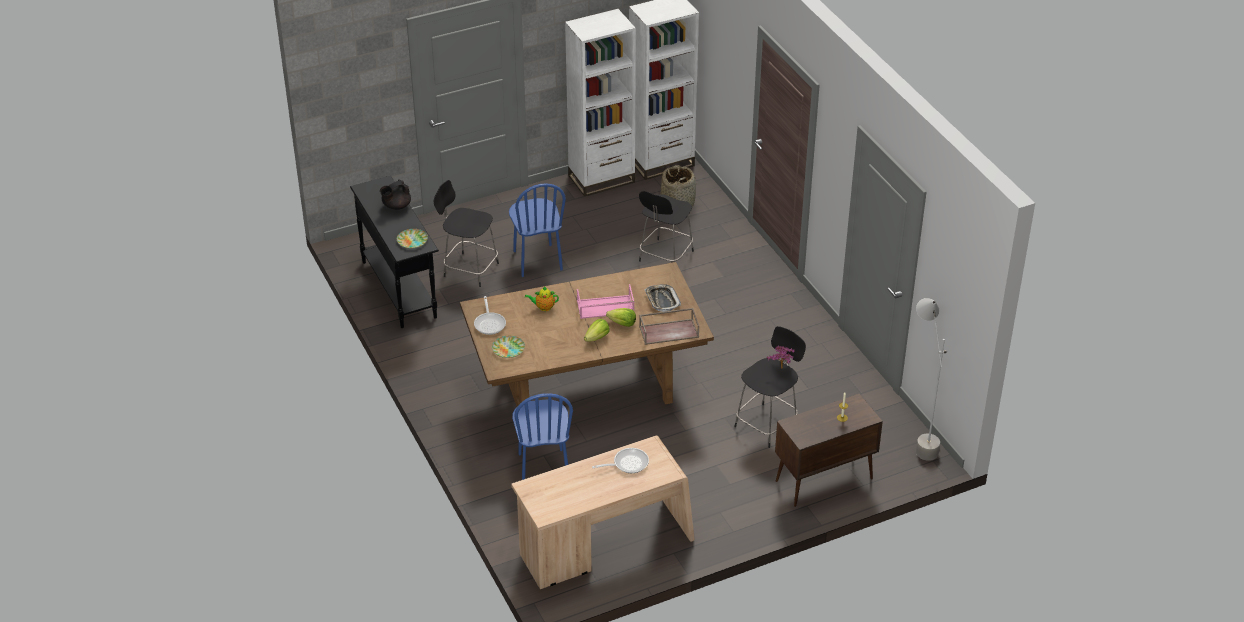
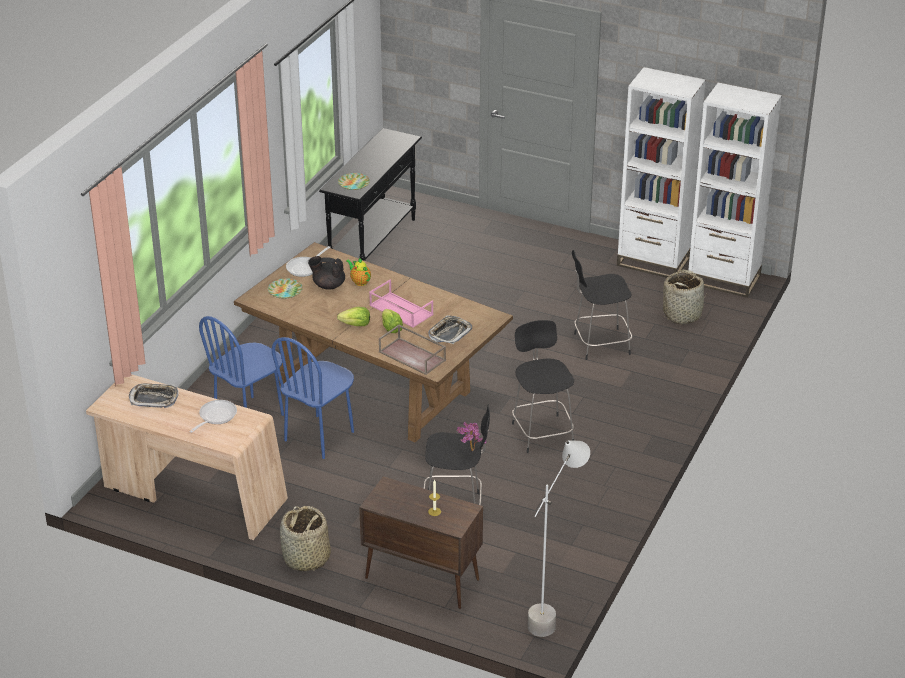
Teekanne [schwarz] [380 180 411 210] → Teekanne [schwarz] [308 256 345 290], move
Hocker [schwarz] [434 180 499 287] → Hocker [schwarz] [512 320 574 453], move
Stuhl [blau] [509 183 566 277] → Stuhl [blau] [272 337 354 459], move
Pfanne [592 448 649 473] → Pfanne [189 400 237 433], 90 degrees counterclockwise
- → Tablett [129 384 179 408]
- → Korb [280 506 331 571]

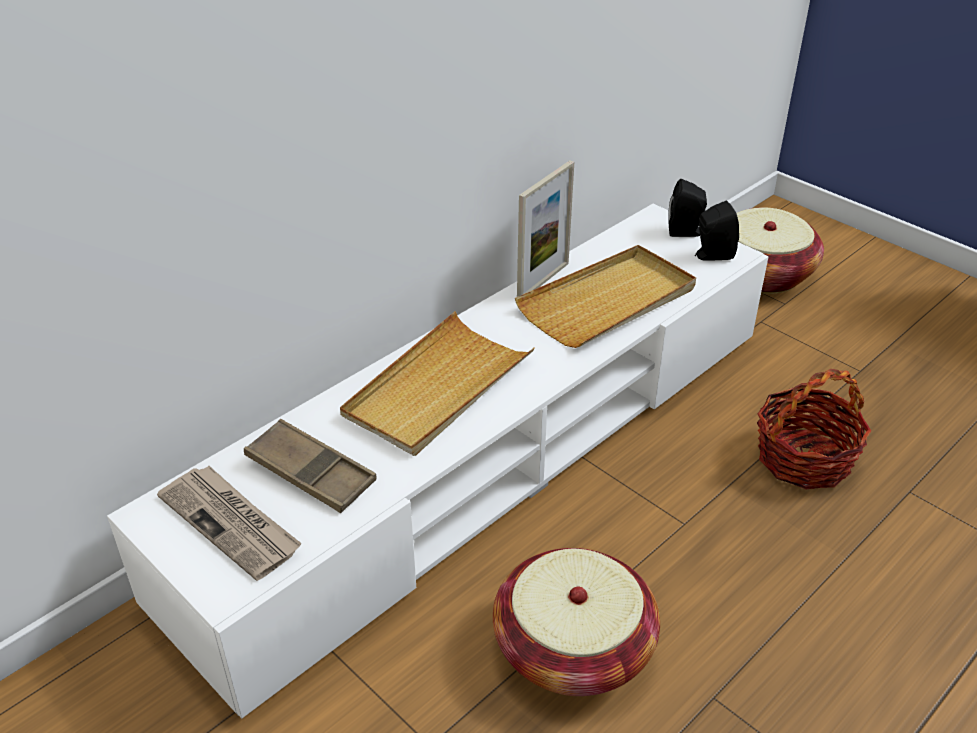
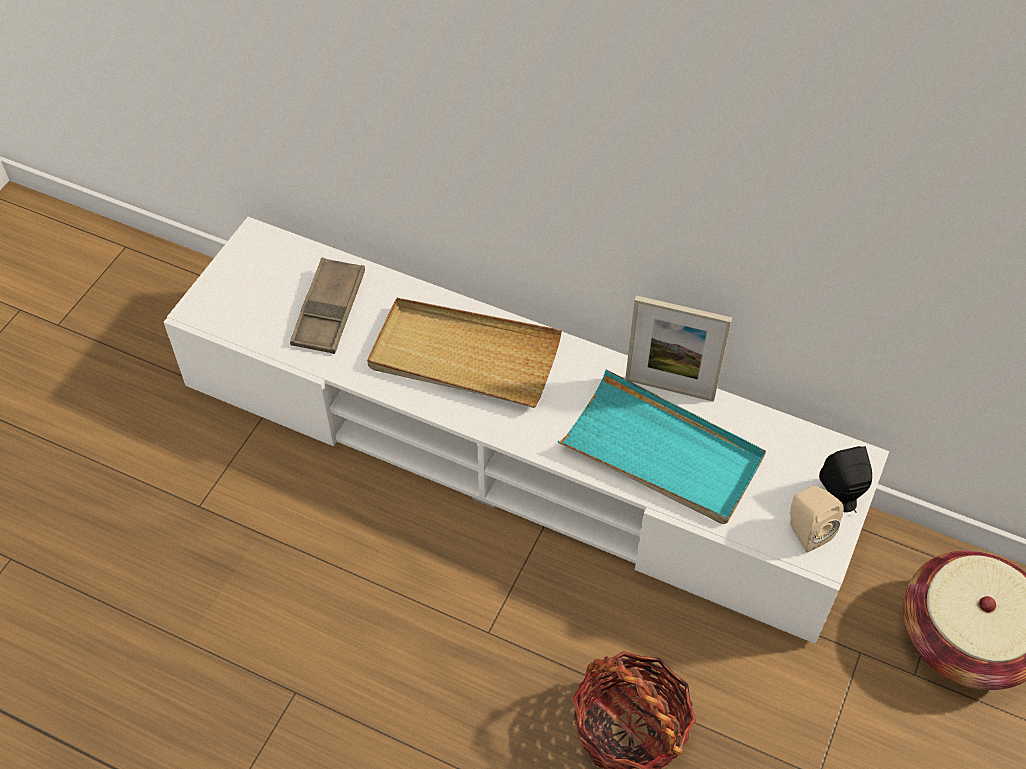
Lautsprecher [schwarz] [695 200 739 261] → Lautsprecher [beige] [789 486 844 553]
Tablett [beige] [515 245 696 348] → Tablett [türkis] [557 369 766 524]
Zeitung [157 466 302 581] → -
Korb [493 548 660 696] → -

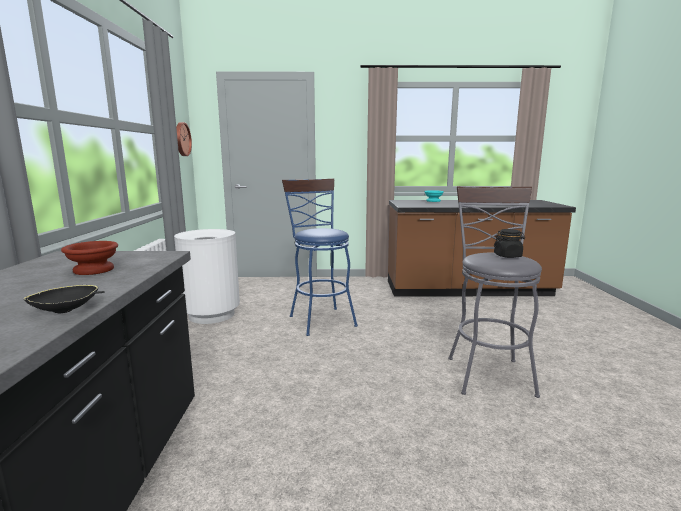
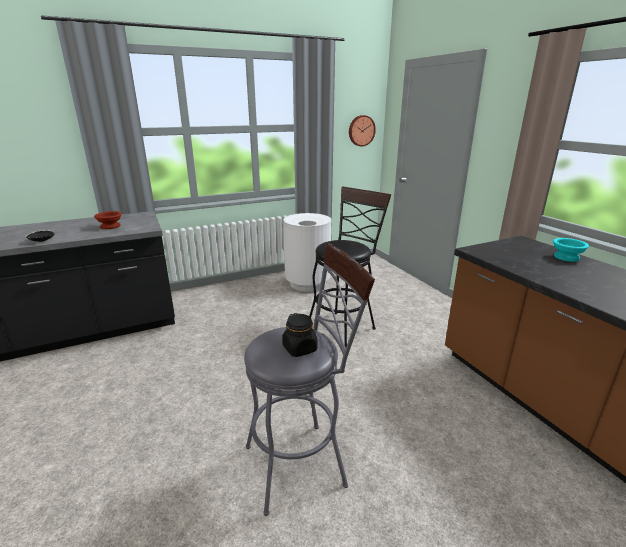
Hocker [blau] [282 178 358 336] → Hocker [schwarz] [309 187 391 347]

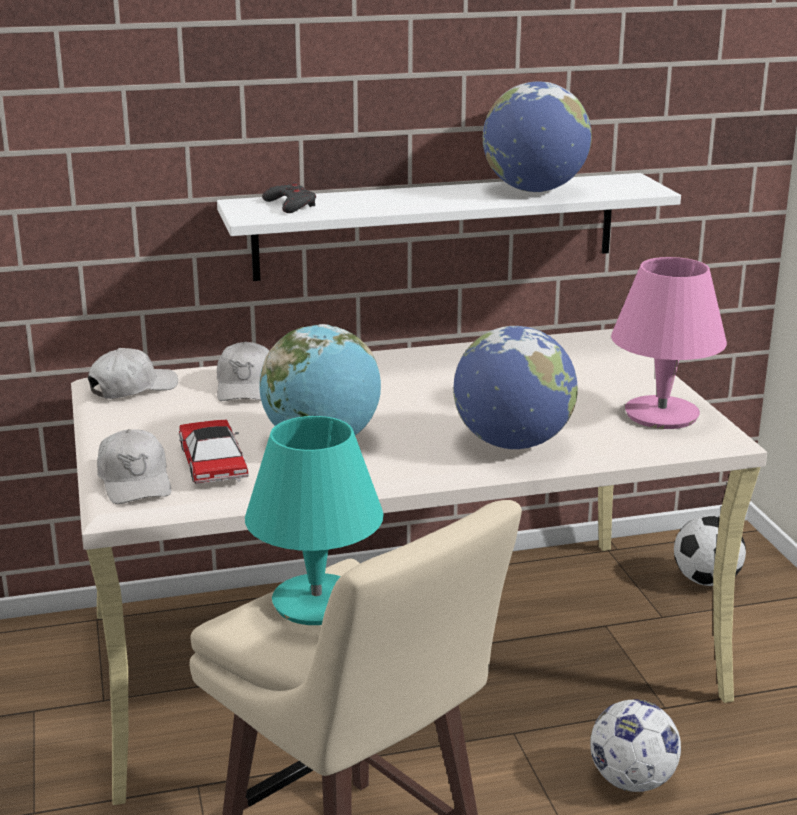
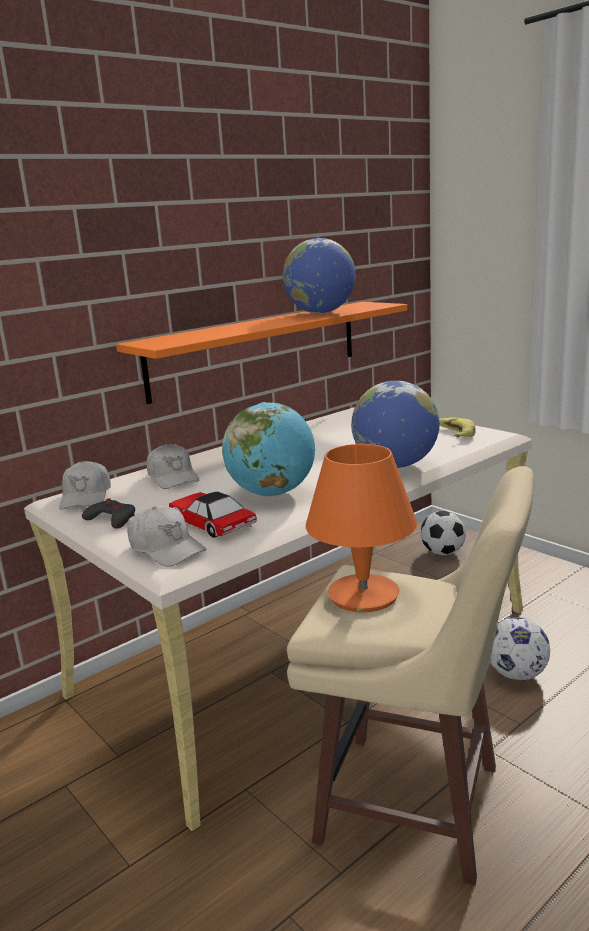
Wandregal [weiß] [217 173 681 281] → Wandregal [orange] [116 302 407 404]
Gamepad [grau] [262 182 316 213] → Gamepad [grau] [82 498 135 529], move
Tischlampe [rosa] [611 257 727 429] → Banane [440 418 476 437]
Kappe [weiß] [88 348 178 399] → Kappe [weiß] [59 461 111 510], 150 degrees clockwise
Tischlampe [türkis] [245 416 384 625] → Tischlampe [orange] [306 444 417 612]

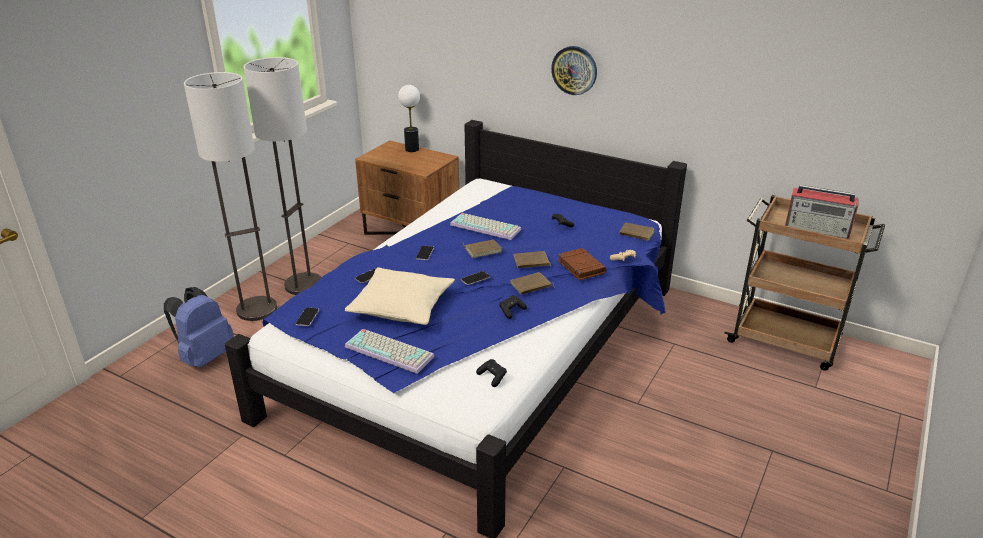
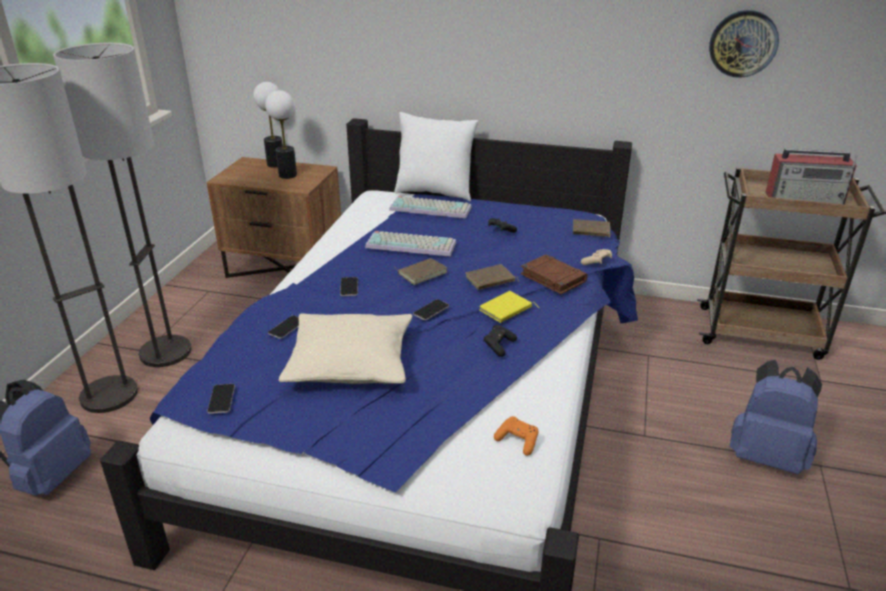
Wanduhr [551 46 597 95] → Wanduhr [709 10 779 78], move
Buch [braun] [510 272 555 295] → Buch [gelb] [479 291 539 323]
Tastatur [345 329 435 374] → Tastatur [389 196 472 219], move
Gamepad [schwarz] [476 359 507 387] → Gamepad [orange] [494 416 538 456]
- → Tischlampe [265 90 297 179]
- → Kissen [weiß] [394 112 479 201]
- → Rucksack [blau] [730 360 822 474]

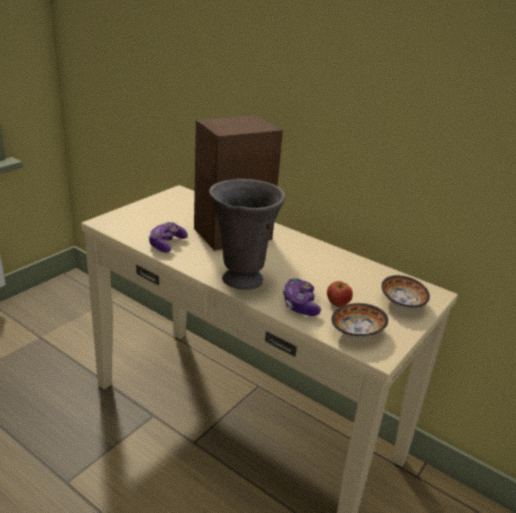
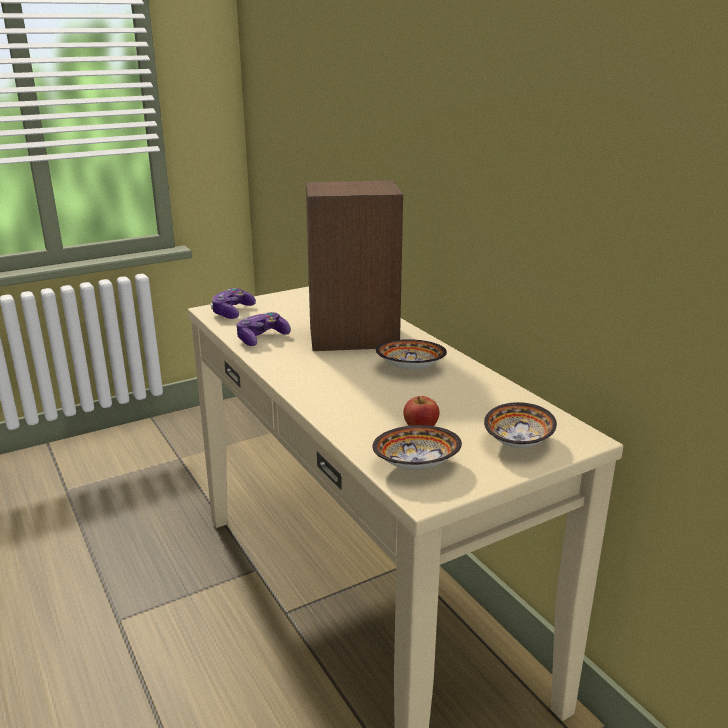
Vase [grau] [209 179 285 290] → -
Gamepad [283 278 321 316] → Gamepad [210 288 256 319], move
- → Schüssel [376 339 447 370]

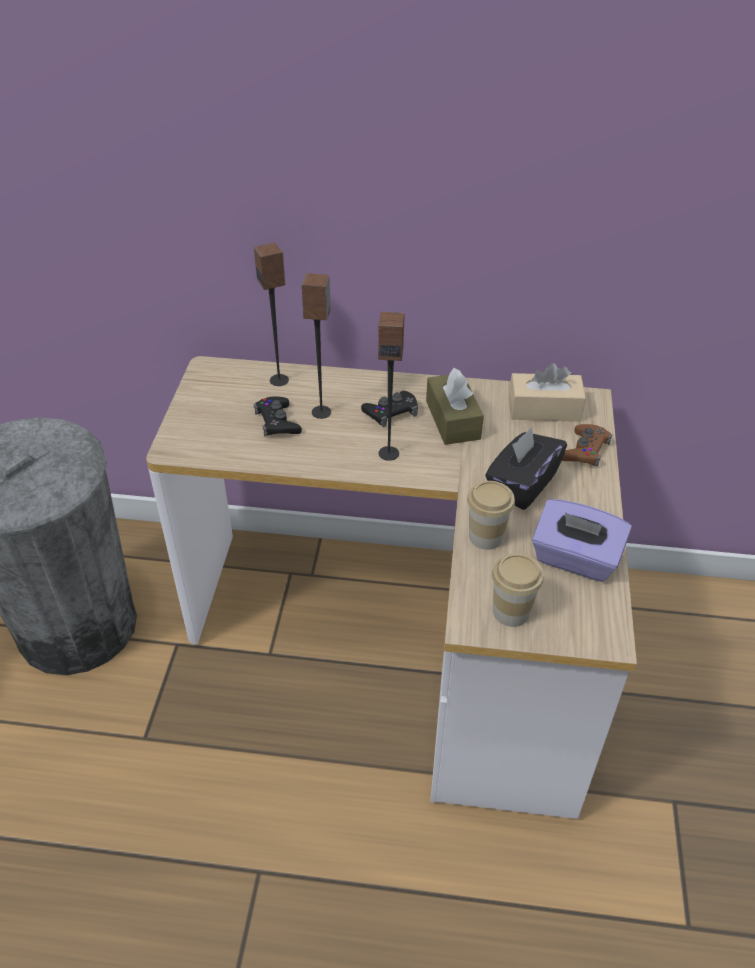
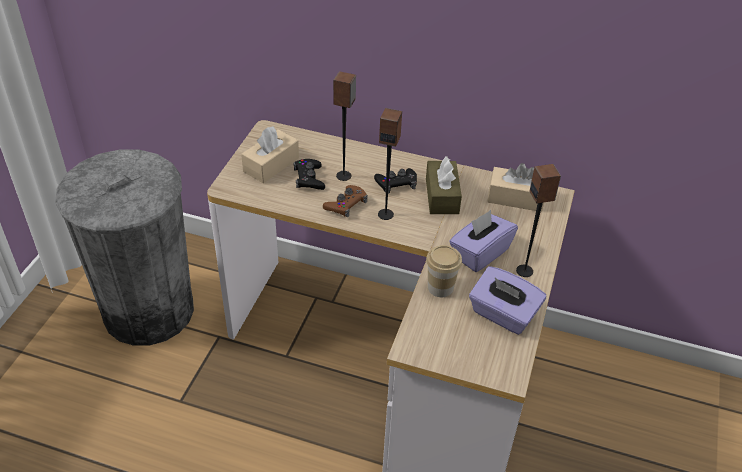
Lautsprecher [254 243 289 386] → Lautsprecher [516 164 561 277], move
Gamepad [braun] [562 424 612 467] → Gamepad [braun] [323 185 368 217], move
Taschentuchbox [schwarz] [485 427 567 510] → Taschentuchbox [lila] [449 210 518 272]
Tasse [492 553 544 627] → -
- → Taschentuchbox [beige] [241 126 299 183]

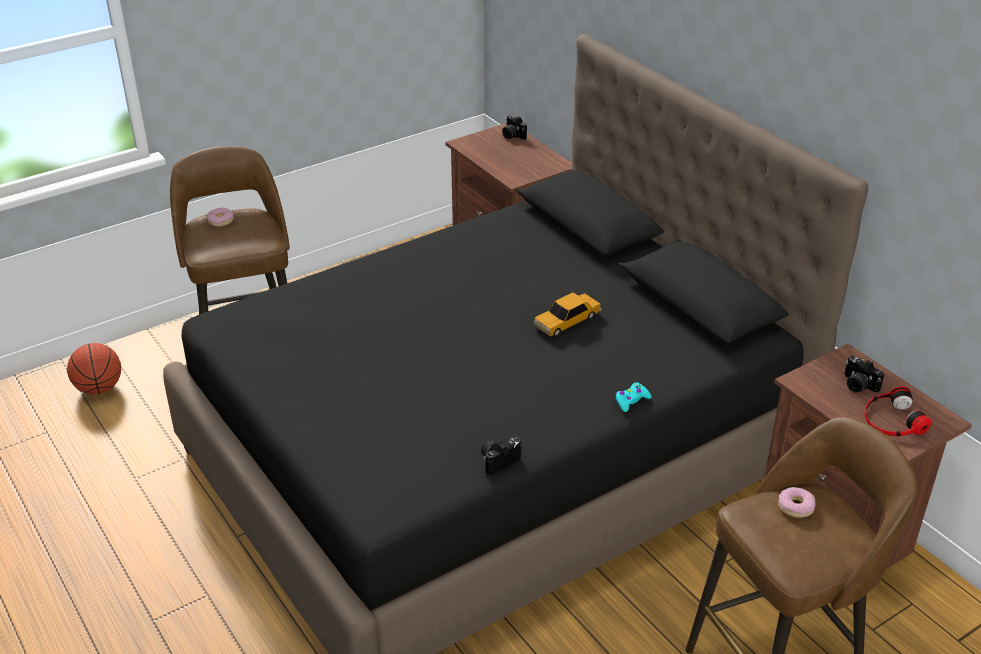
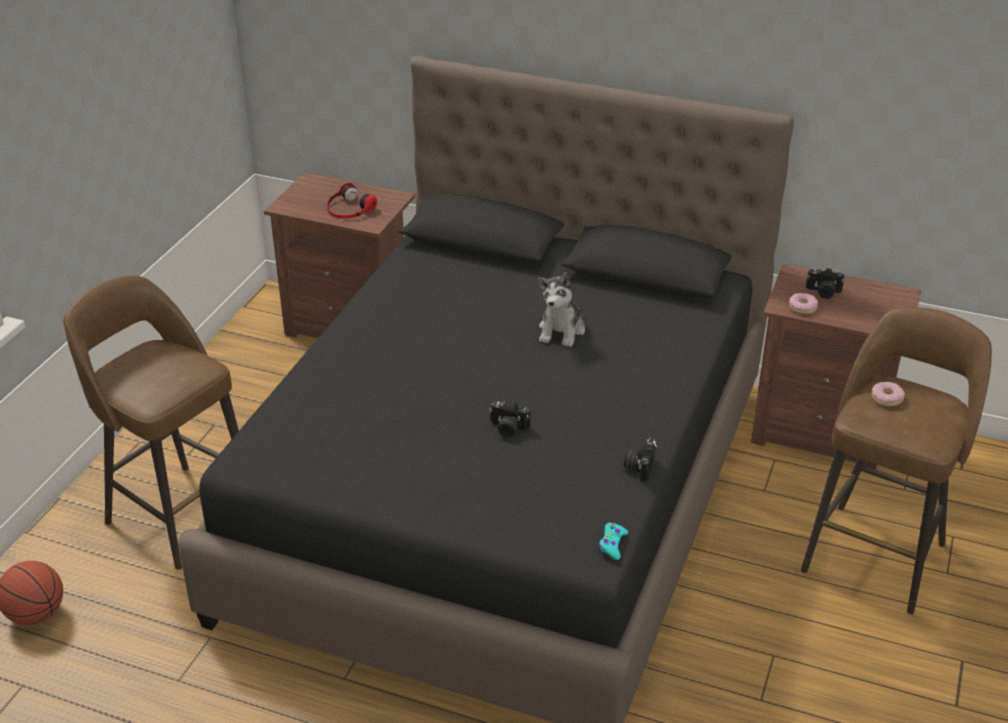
Kamera [502 114 527 140] → Kamera [489 401 530 437], move
Donut [207 207 234 227] → Donut [789 293 818 314], move
Spielzeugauto [534 292 602 337] → Plüschtier [537 272 585 347]
Gamepad [türkis] [615 383 652 412] → Gamepad [türkis] [598 523 628 560], move
Kopfhörer [865 386 931 436] → Kopfhörer [327 182 377 219], move

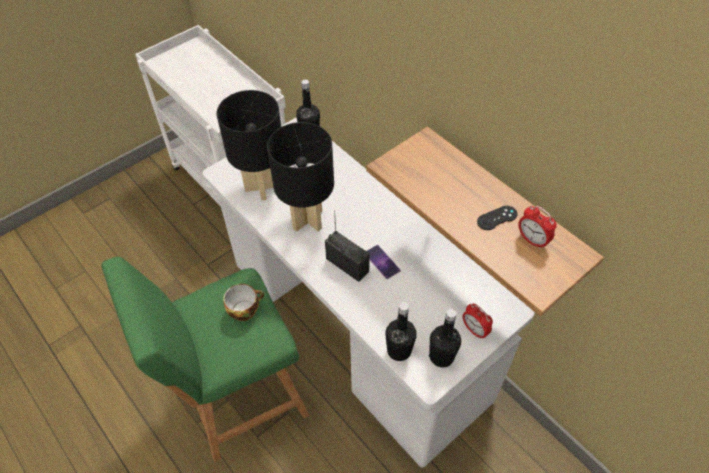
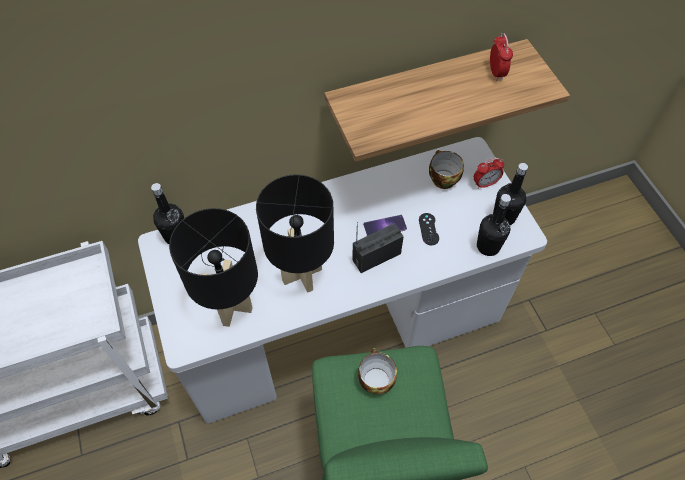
Gamepad [schwarz] [477 206 518 230] → Gamepad [schwarz] [419 213 439 245], move
Wecker [518 206 557 249] → Wecker [490 33 513 81], 75 degrees counterclockwise
- → Tasse [429 150 464 189]

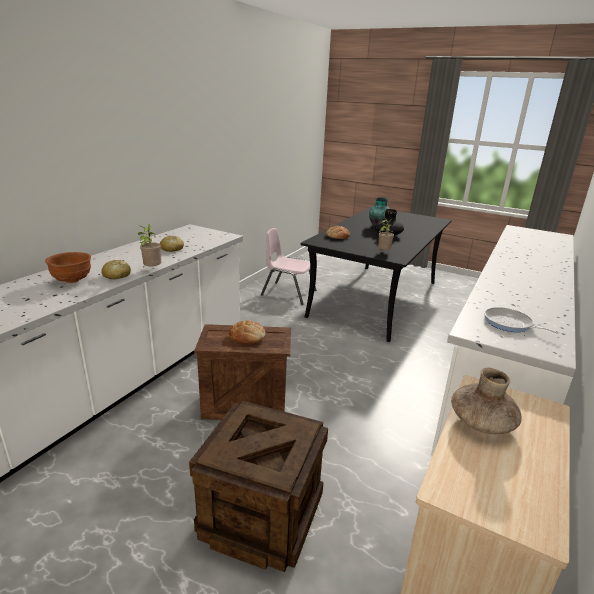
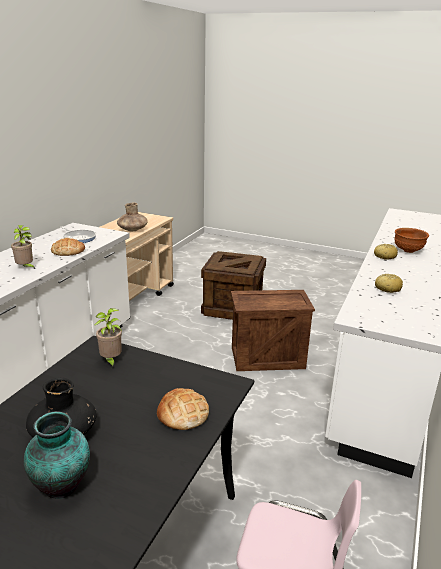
Topfpflanze [138 224 161 268] → Topfpflanze [11 225 35 269], move
Brot [229 320 265 344] → Brot [51 238 85 256], move

